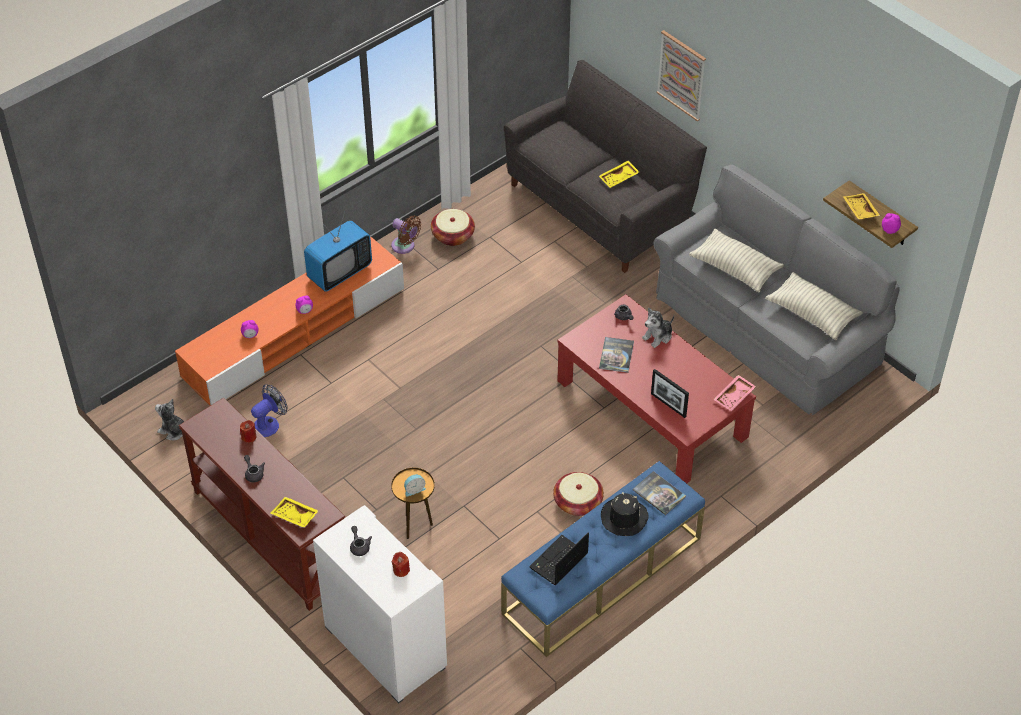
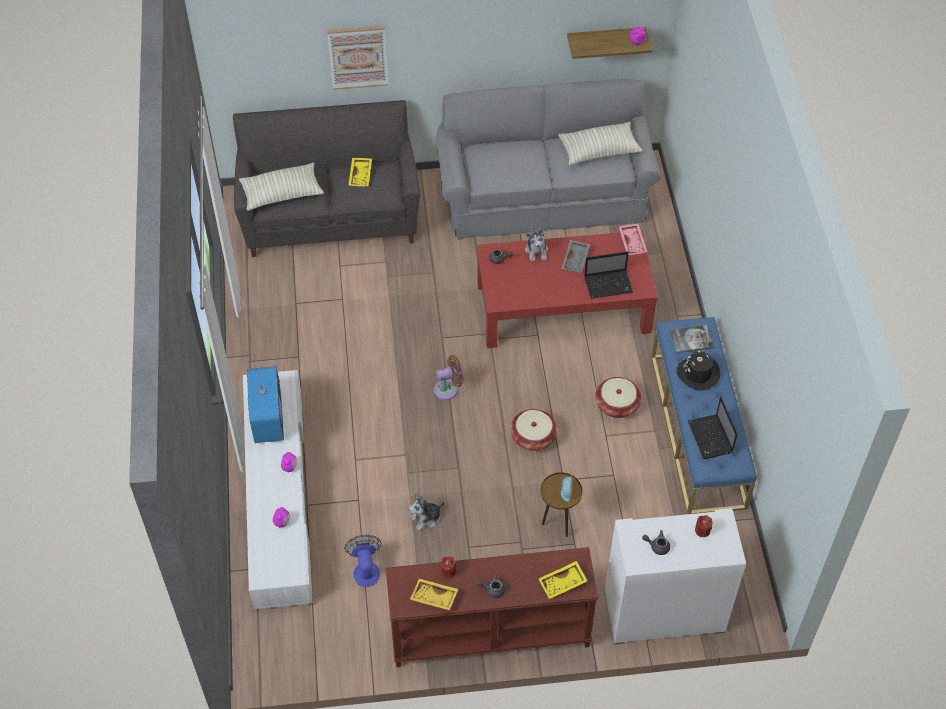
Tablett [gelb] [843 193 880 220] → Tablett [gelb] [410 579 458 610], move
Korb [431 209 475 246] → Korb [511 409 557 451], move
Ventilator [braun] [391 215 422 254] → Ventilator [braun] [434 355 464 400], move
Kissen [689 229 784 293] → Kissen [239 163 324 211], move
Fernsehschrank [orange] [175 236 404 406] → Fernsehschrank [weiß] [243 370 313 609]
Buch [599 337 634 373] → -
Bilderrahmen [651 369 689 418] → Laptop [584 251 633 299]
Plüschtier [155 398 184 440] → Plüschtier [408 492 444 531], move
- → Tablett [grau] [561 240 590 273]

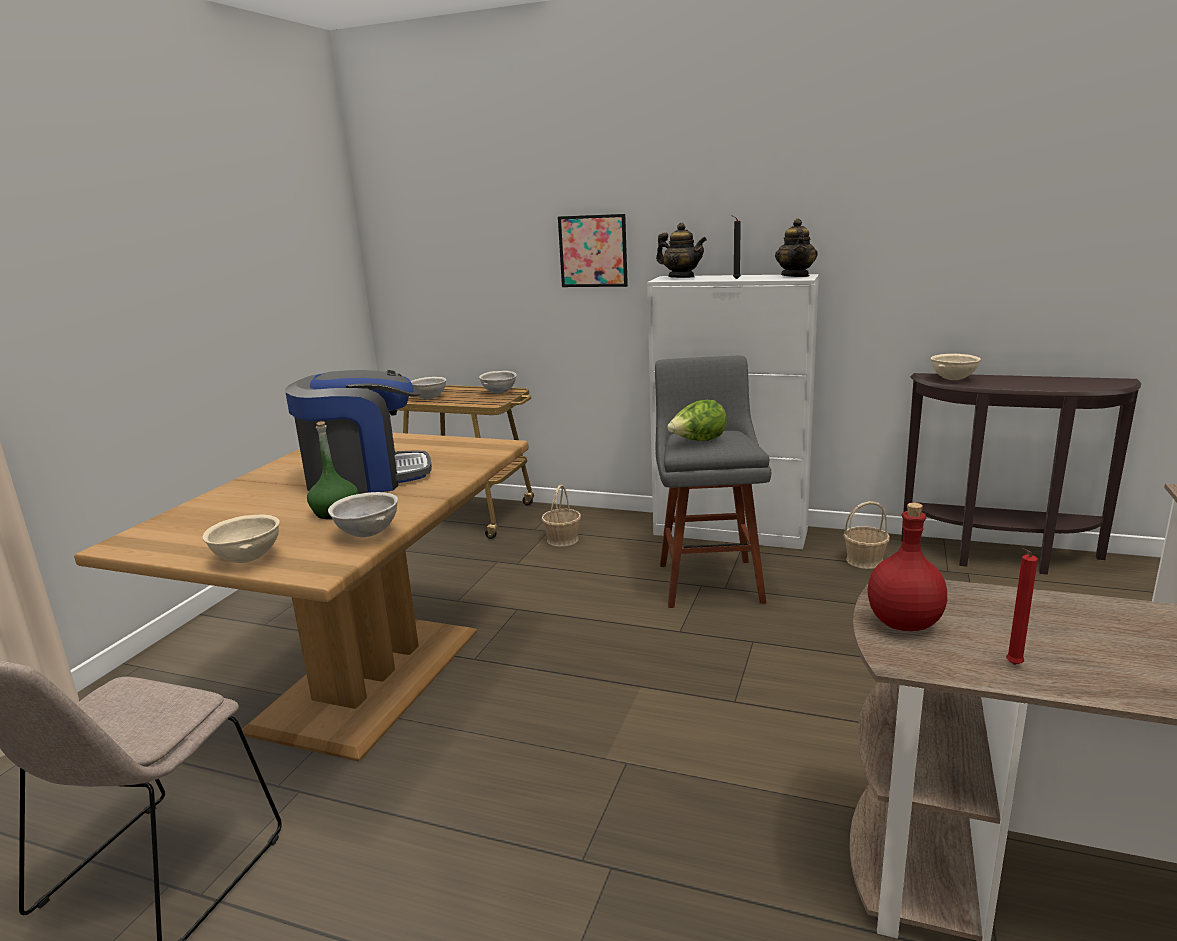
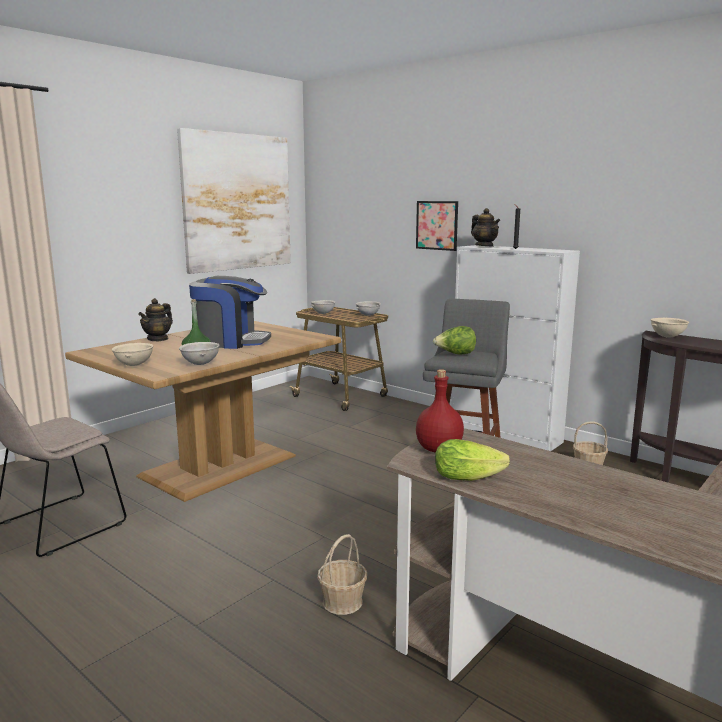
Teekanne [775 219 818 277] → Teekanne [138 298 173 341], move
Korb [541 485 581 547] → Korb [317 534 367 615], move
Kerze [rot] [1006 548 1038 665] → Salatkopf [435 439 510 481]
- → Bild [177 128 291 274]

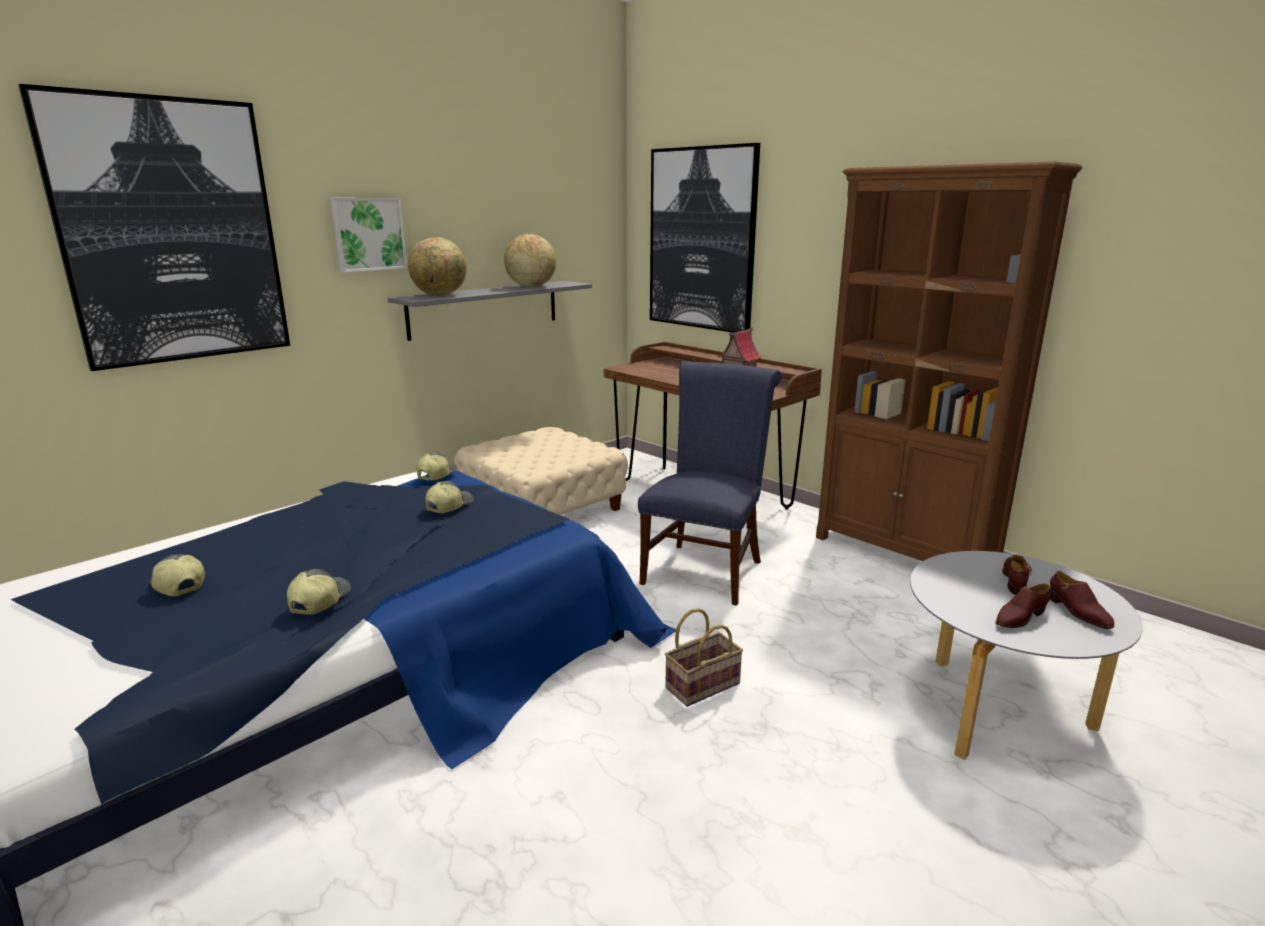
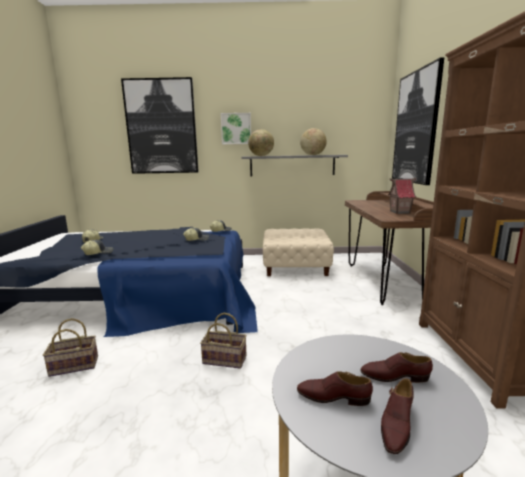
Stuhl [blau] [638 361 782 606] → -
Schuh [braun] [1002 555 1032 595] → Schuh [braun] [360 352 433 383], 150 degrees counterclockwise
- → Korb [43 318 98 377]

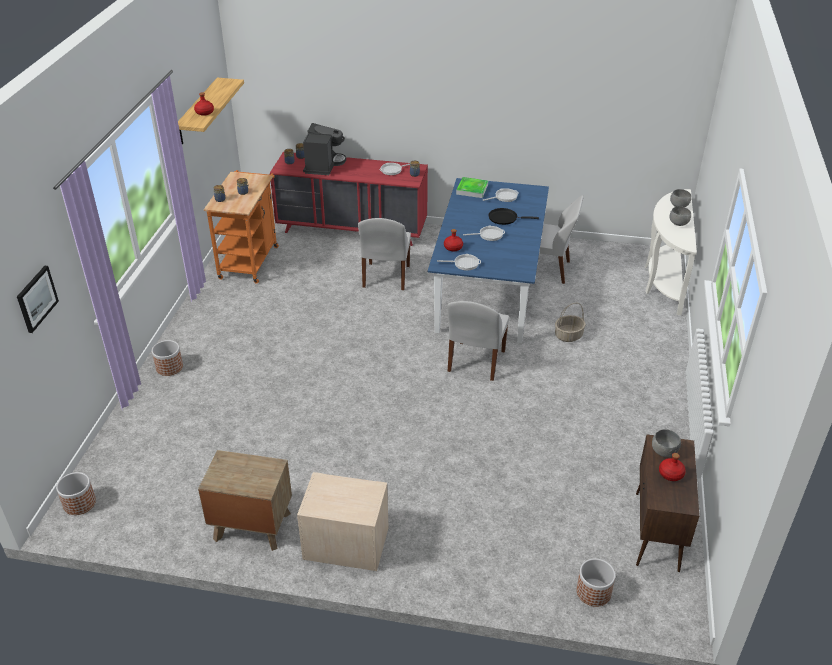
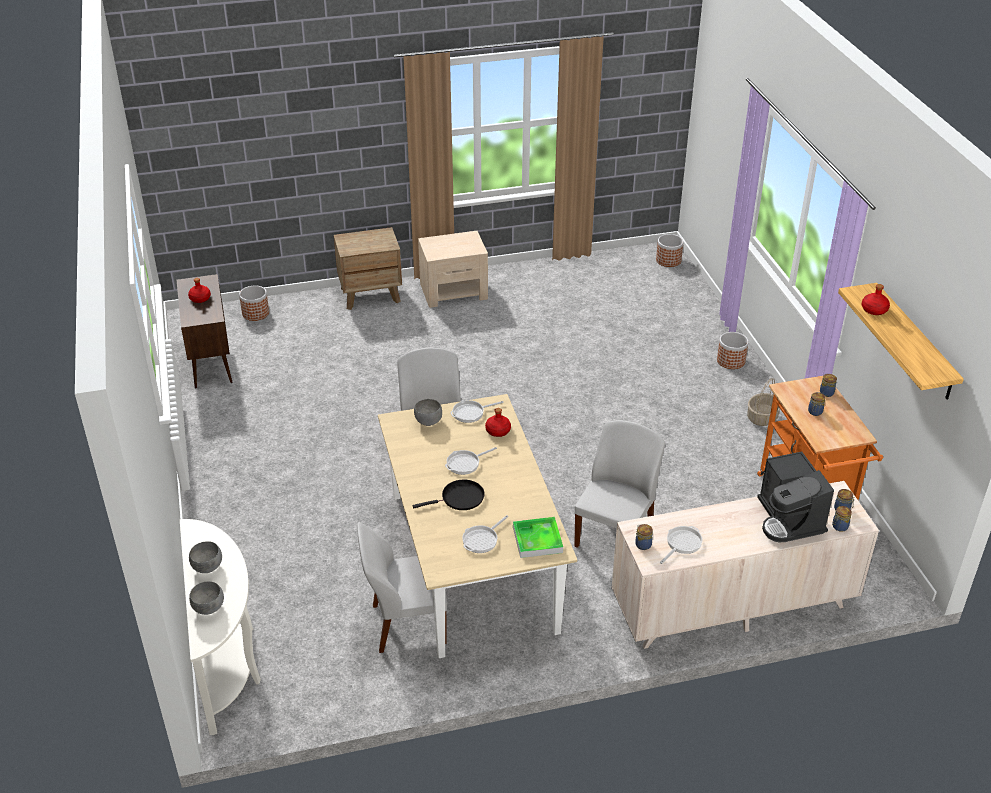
Kommode [rot] [270 152 428 246] → Kommode [beige] [612 481 879 649]
Esstisch [blau] [428 178 549 343] → Esstisch [beige] [378 394 577 658]
Stuhl [weiß] [358 218 411 290] → Stuhl [weiß] [574 420 665 548], 45 degrees clockwise
Bild [17 266 59 333] → -
Korb [555 303 586 342] → Korb [747 378 780 426], move
Schüssel [grau] [652 429 681 457] → Schüssel [grau] [414 399 442 426], move
Nachttisch [braun] [198 450 292 551] → Nachttisch [braun] [334 227 402 310], move

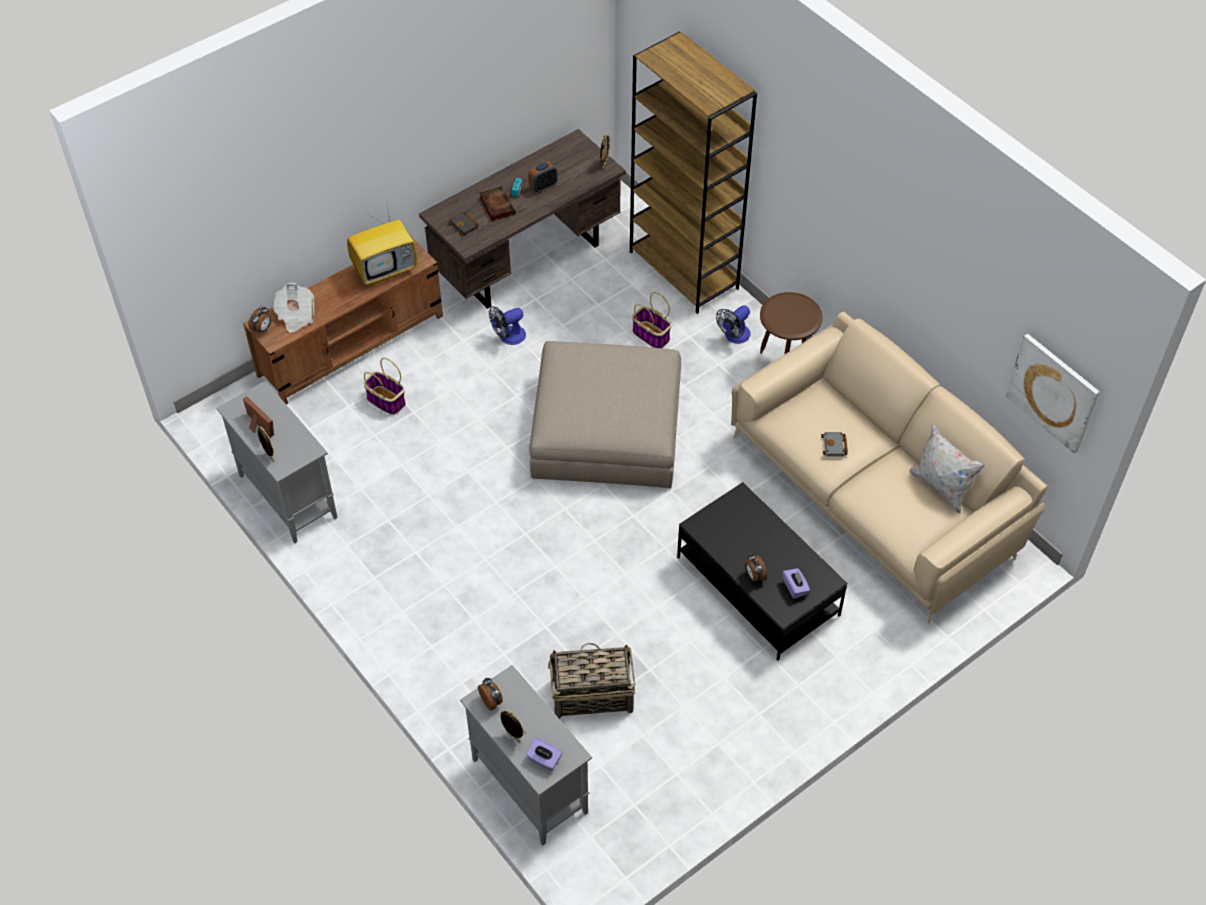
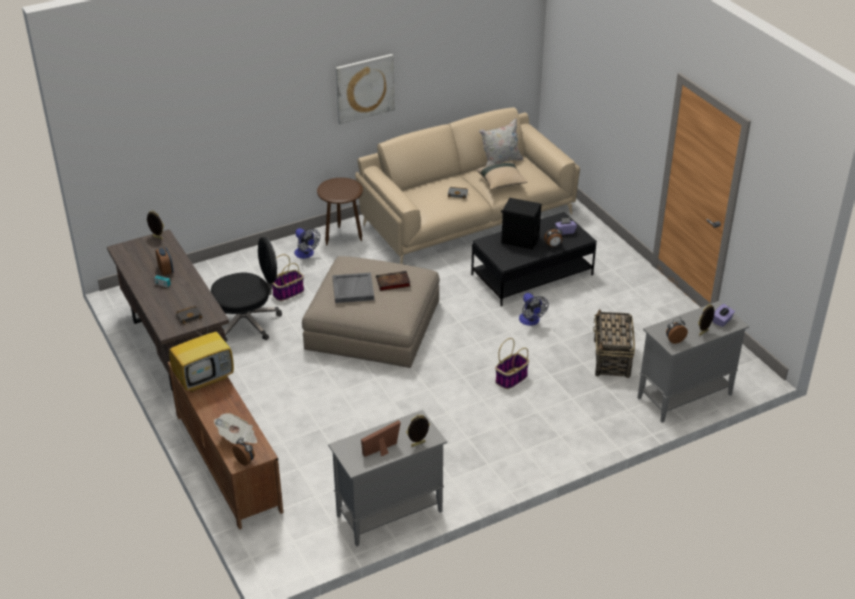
Bücherregal [braun] [630 31 757 314] → -
Buch [479 186 516 221] → Buch [376 271 411 291], move
Fernseher [347 197 417 285] → Fernseher [169 315 234 392], 75 degrees clockwise
Ventilator [489 306 526 345] → Ventilator [519 293 549 326], move
Bild [1006 333 1100 454] → Bild [336 54 395 124], move
Korb [364 358 406 415] → Korb [495 338 529 389], move
- → Kissen [beige] [476 162 528 190]
- → Lautsprecher [schwarz] [501 198 541 250]
- → Bürostuhl [schwarz] [211 237 282 342]
- → Tablett [grau] [332 273 374 303]

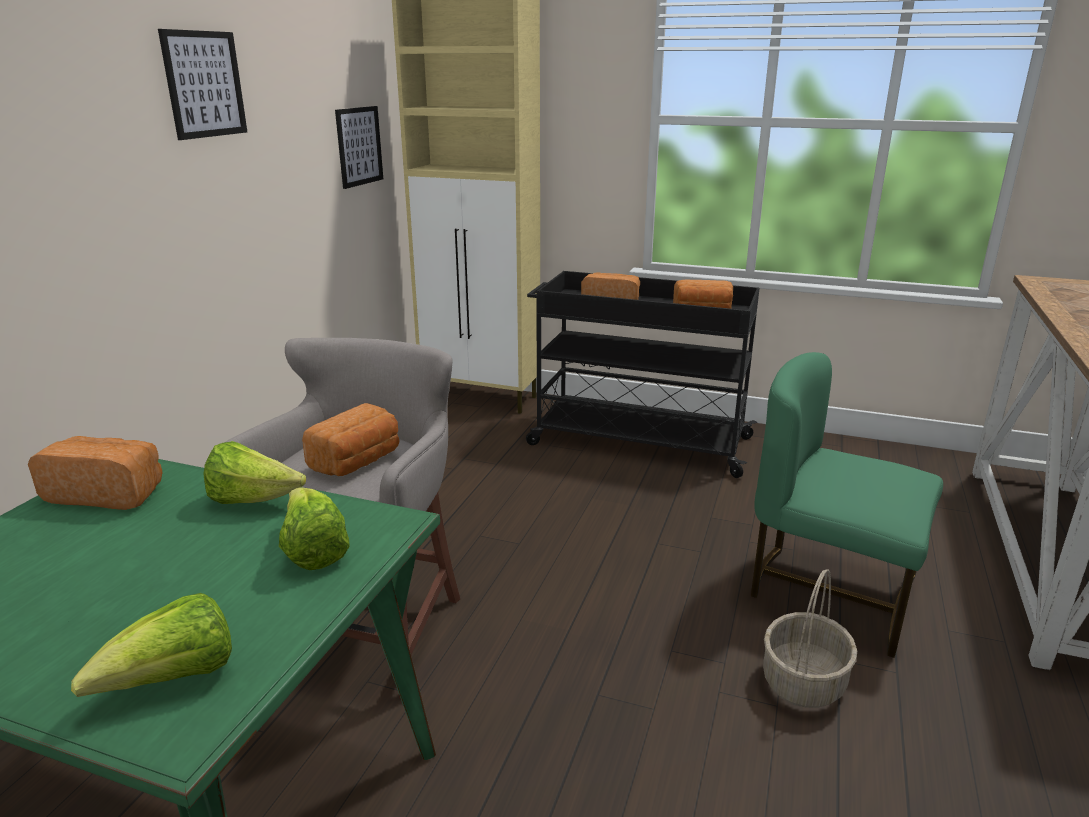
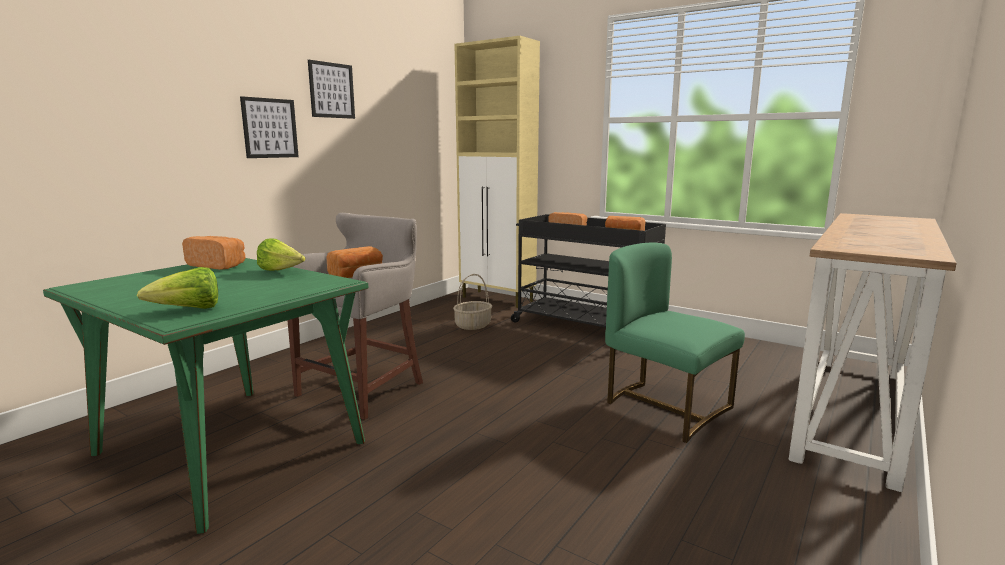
Bild [335 106 383 189] → Bild [240 96 299 158], move
Salatkopf [279 487 350 570] → -
Korb [763 569 857 708] → Korb [453 274 492 330], move

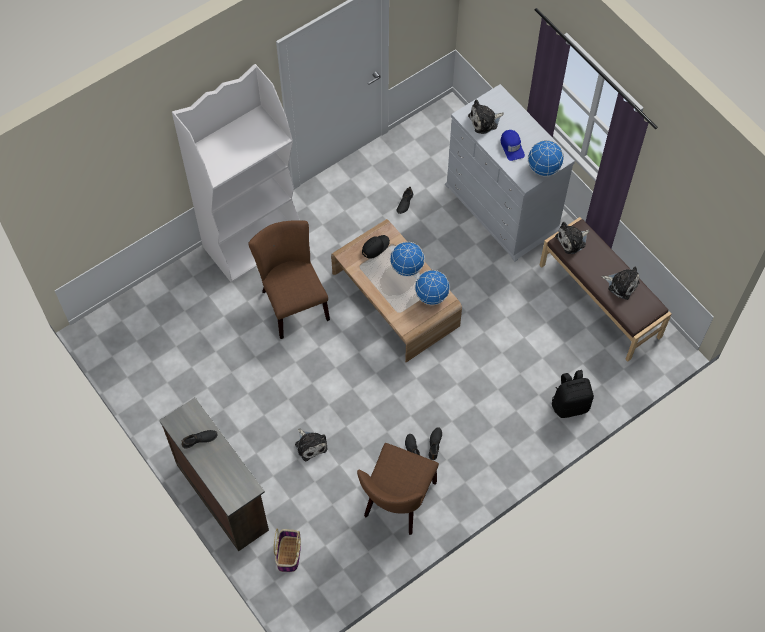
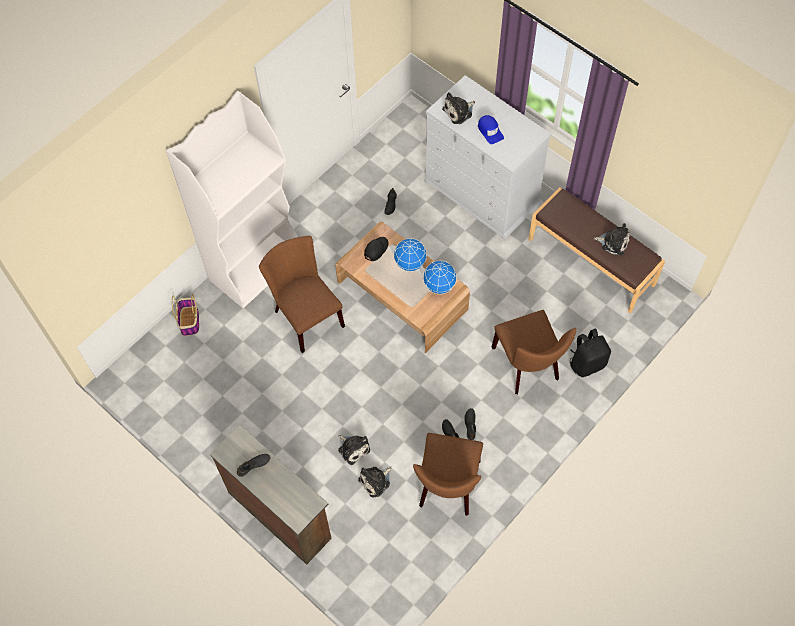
Globus [528 140 564 177] → -
Plüschtier [555 222 589 254] → Plüschtier [358 466 392 498], move
Korb [274 528 301 572] → Korb [172 294 199 336], move
- → Stuhl [braun] [492 310 577 394]

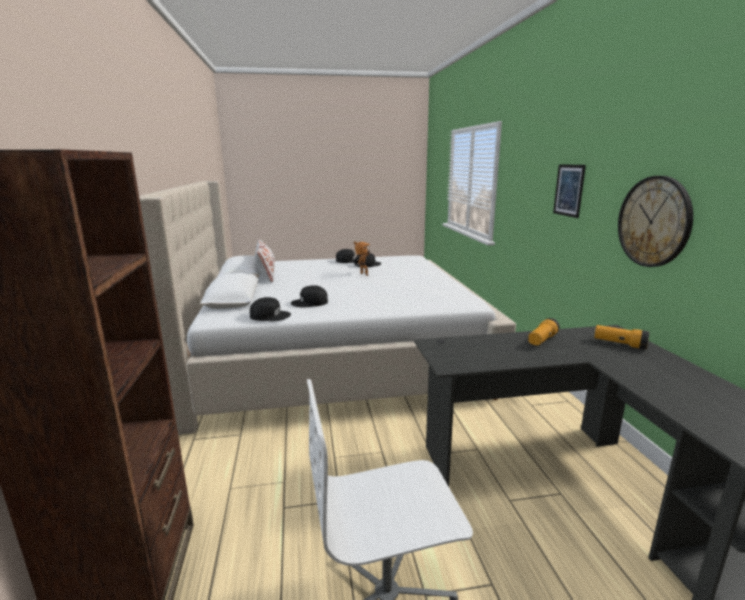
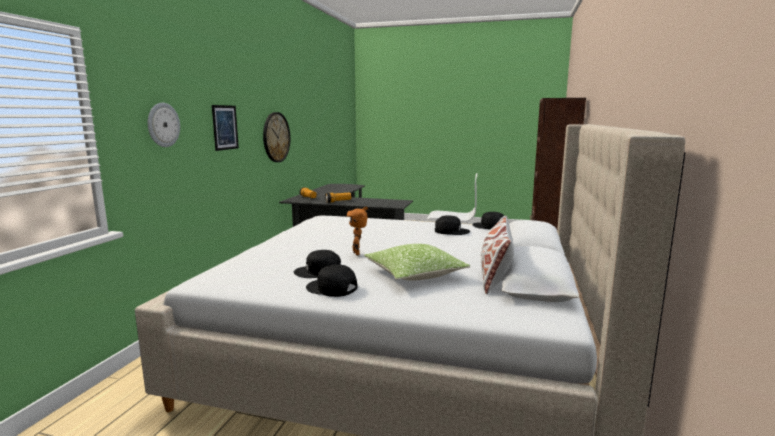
- → Wanduhr [148 103 180 147]
- → Kissen [364 244 470 281]

